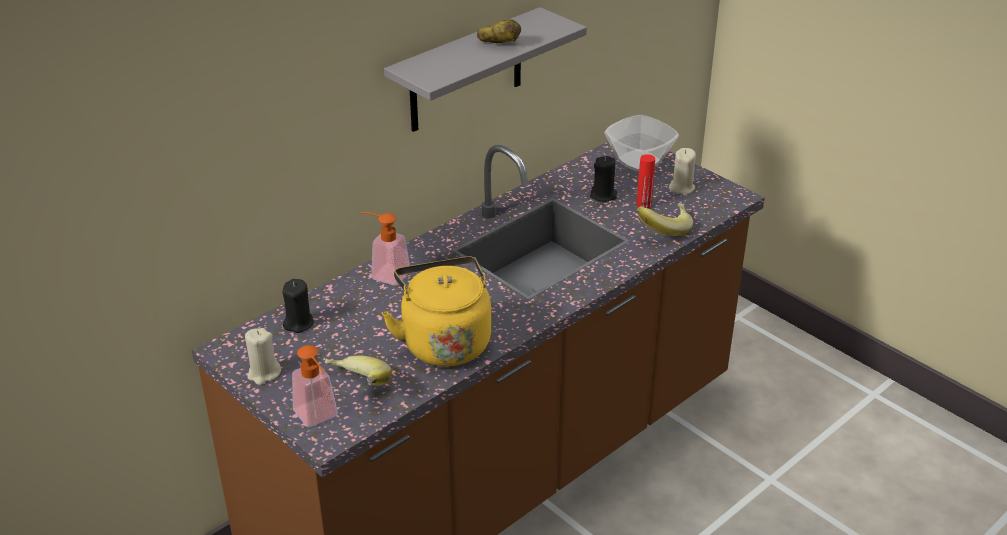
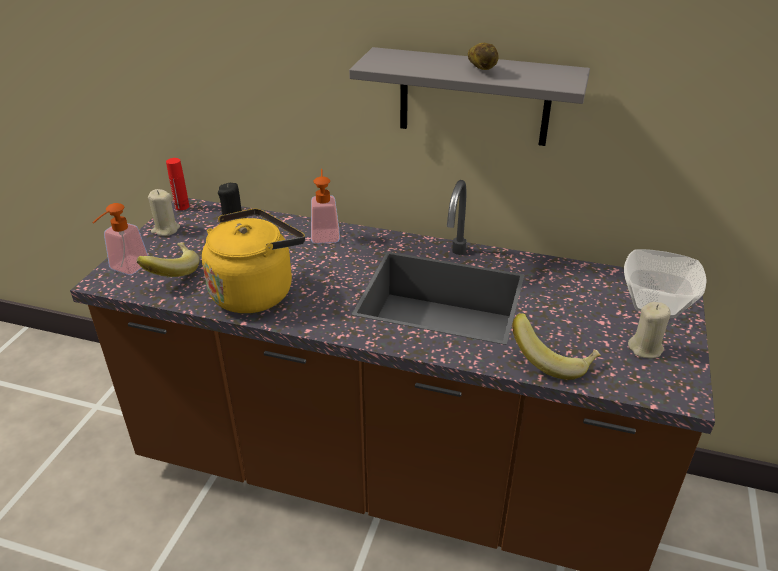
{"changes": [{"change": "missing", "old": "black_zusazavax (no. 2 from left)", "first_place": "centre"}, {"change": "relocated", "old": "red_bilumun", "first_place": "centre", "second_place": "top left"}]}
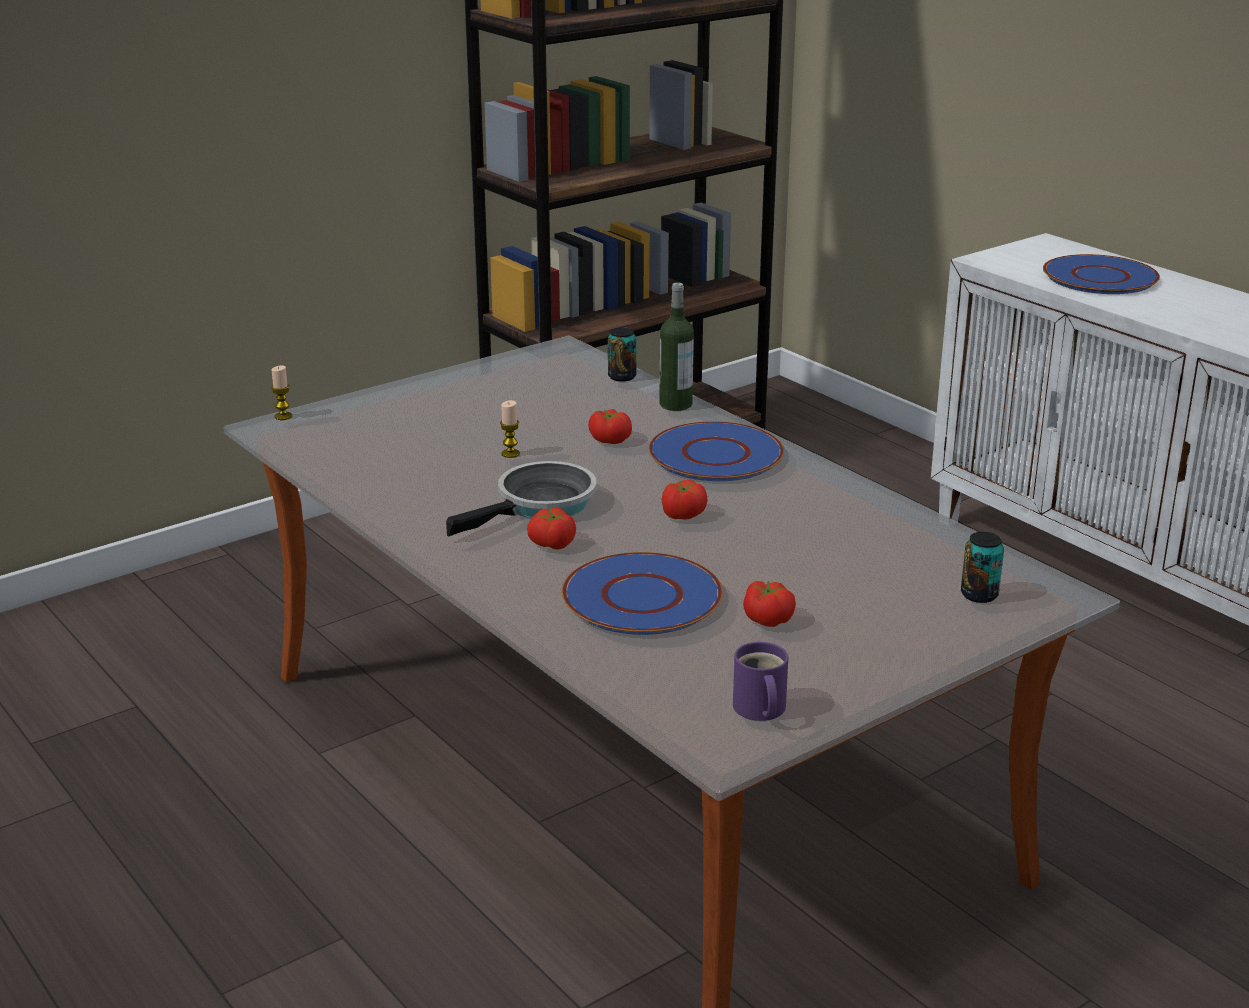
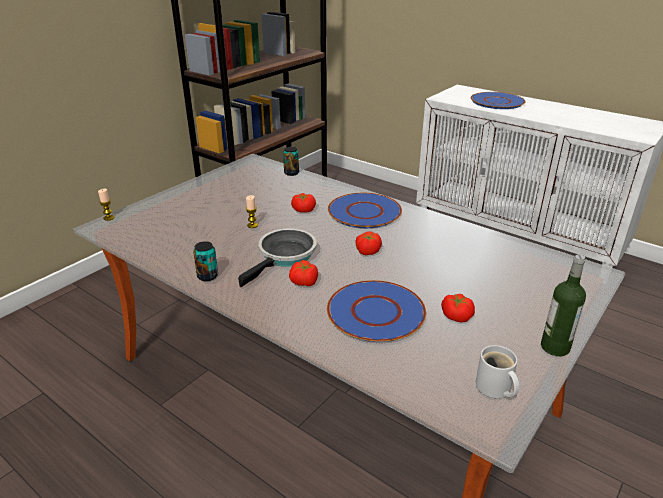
{"changes": [{"change": "relocated", "old": "bilumun", "first_place": "centre", "second_place": "middle right"}, {"change": "relocated", "old": "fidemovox (no. 2 from left in the first image)", "new": "fidemovox (no. 1 from left)", "first_place": "middle right", "second_place": "middle left"}, {"change": "colour", "old": "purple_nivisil", "new": "white_nivisil", "first_place": "bottom centre", "second_place": "bottom right"}]}
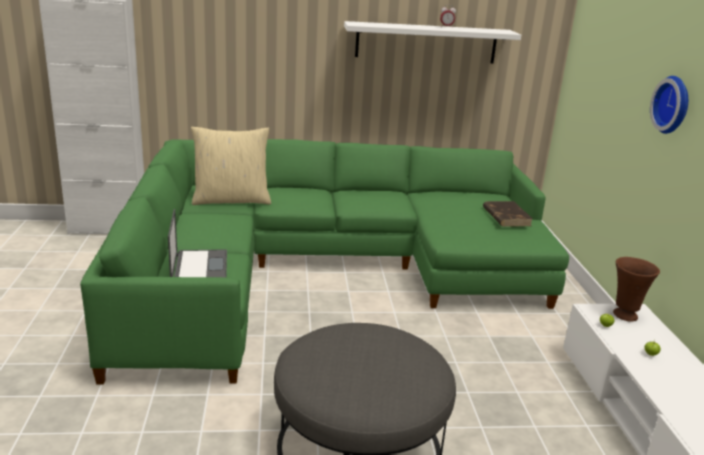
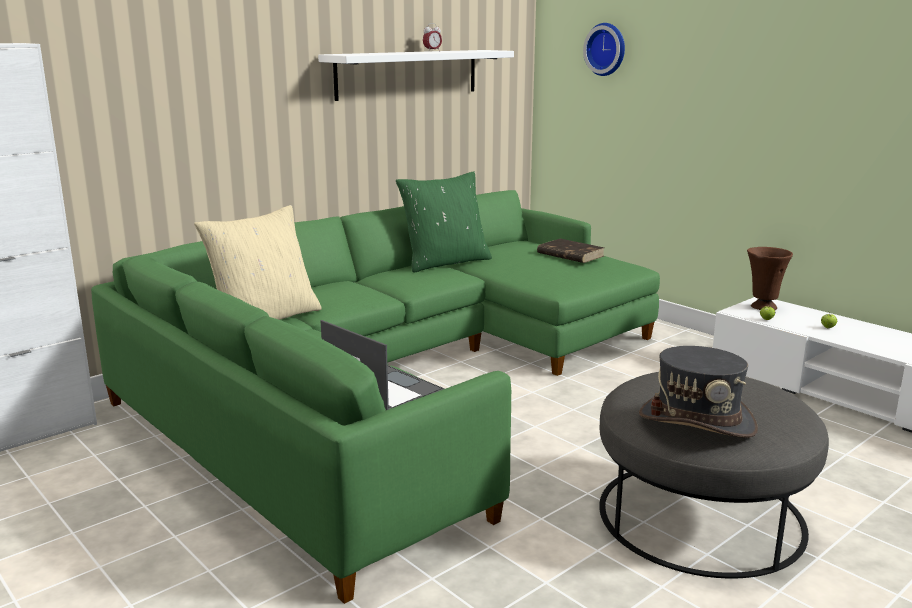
{"changes": [{"change": "appeared", "new": "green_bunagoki", "second_place": "centre"}, {"change": "appeared", "new": "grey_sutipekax", "second_place": "middle right"}, {"change": "relocated", "old": "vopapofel", "first_place": "top right", "second_place": "top centre"}]}
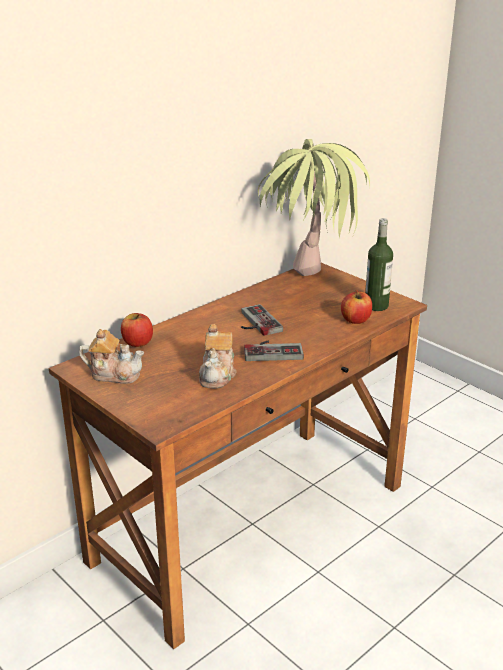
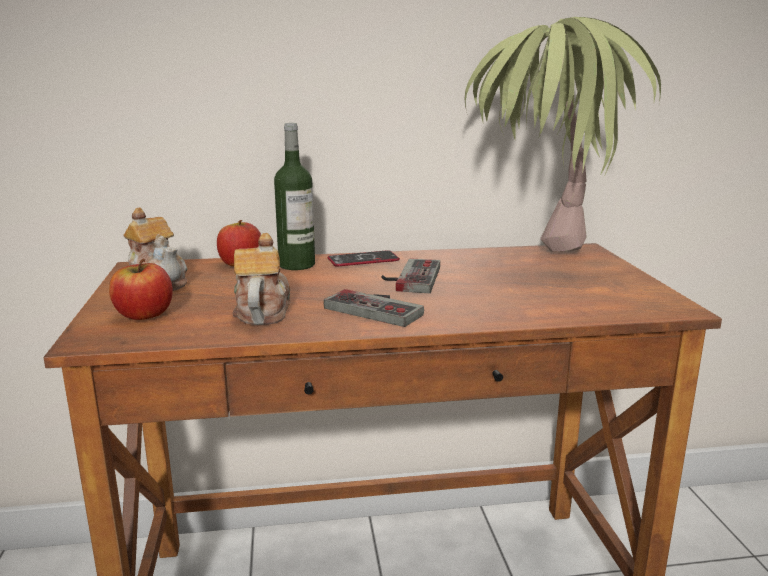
{"changes": [{"change": "appeared", "new": "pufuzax", "second_place": "centre"}, {"change": "relocated", "old": "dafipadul (no. 2 from left in the first image)", "new": "dafipadul (no. 1 from left)", "first_place": "middle right", "second_place": "middle left"}, {"change": "relocated", "old": "bilumun", "first_place": "middle right", "second_place": "centre"}, {"change": "spun", "old": "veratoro (no. 2 from left)", "first_place": "centre", "second_place": "centre", "degrees": 135}]}
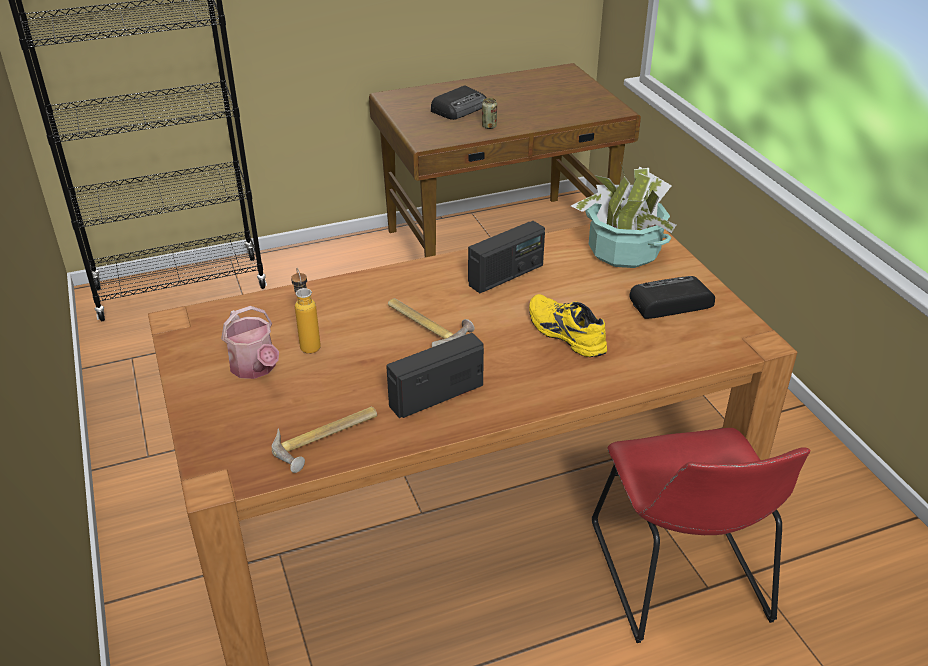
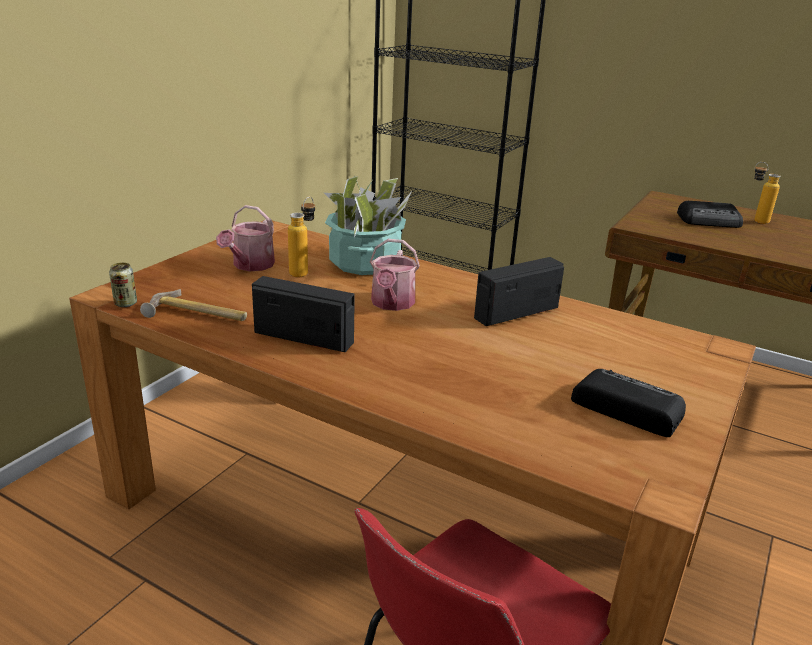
{"changes": [{"change": "missing", "old": "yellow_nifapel", "first_place": "centre"}, {"change": "appeared", "new": "bilumun (no. 2 from left)", "second_place": "top right"}, {"change": "relocated", "old": "fidemovox", "first_place": "top centre", "second_place": "middle left"}, {"change": "relocated", "old": "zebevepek", "first_place": "top right", "second_place": "centre"}, {"change": "exchanged", "old": "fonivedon (no. 2 from left)", "new": "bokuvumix (no. 2 from left)", "first_place": "centre", "second_place": "centre"}, {"change": "spun", "old": "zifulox (no. 3 from left in the first image)", "first_place": "centre", "second_place": "centre", "degrees": 135}]}
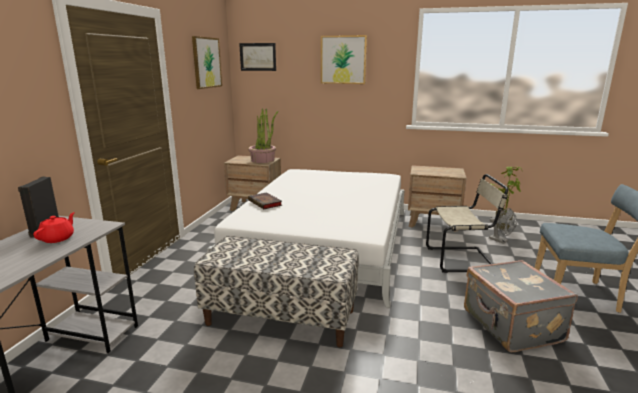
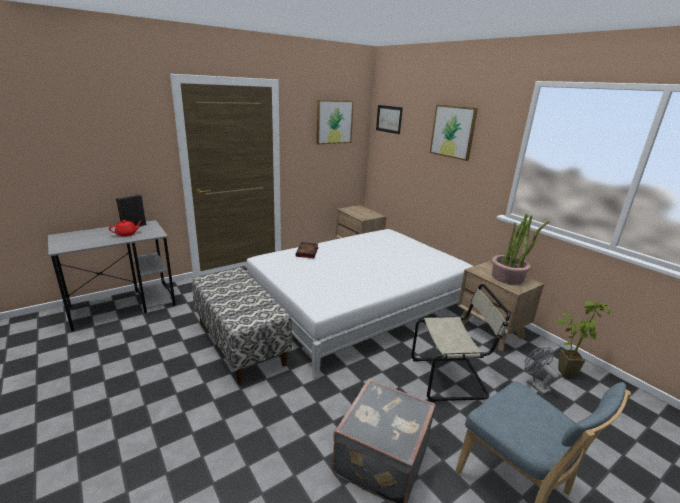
{"changes": [{"change": "relocated", "old": "zebevepek (no. 1 from left)", "first_place": "centre", "second_place": "middle right"}, {"change": "spun", "old": "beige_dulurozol", "first_place": "middle right", "second_place": "bottom right", "degrees": -45}, {"change": "spun", "old": "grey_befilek", "first_place": "middle right", "second_place": "bottom right", "degrees": 150}]}
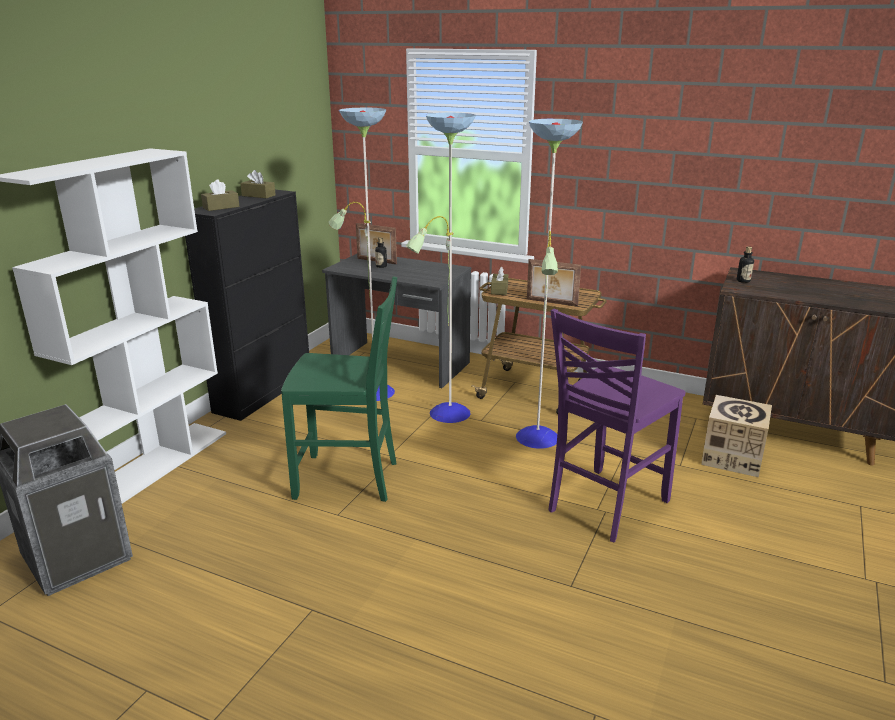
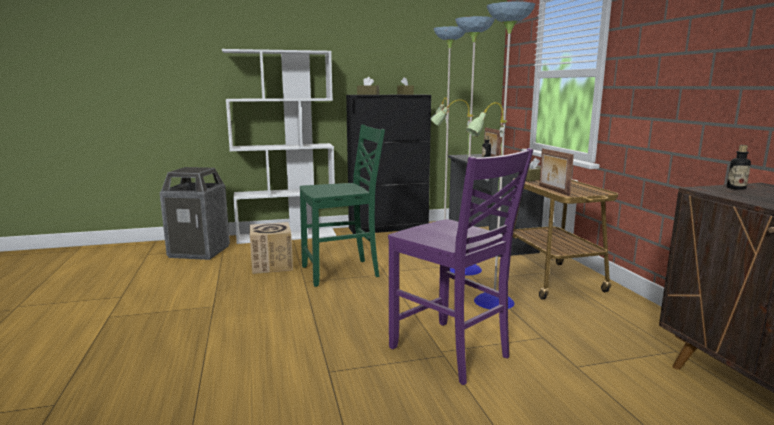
{"changes": [{"change": "relocated", "old": "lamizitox", "first_place": "middle right", "second_place": "centre"}, {"change": "spun", "old": "green_dulurozol", "first_place": "centre", "second_place": "centre", "degrees": -75}, {"change": "spun", "old": "purple_dulurozol", "first_place": "middle right", "second_place": "centre", "degrees": -135}]}
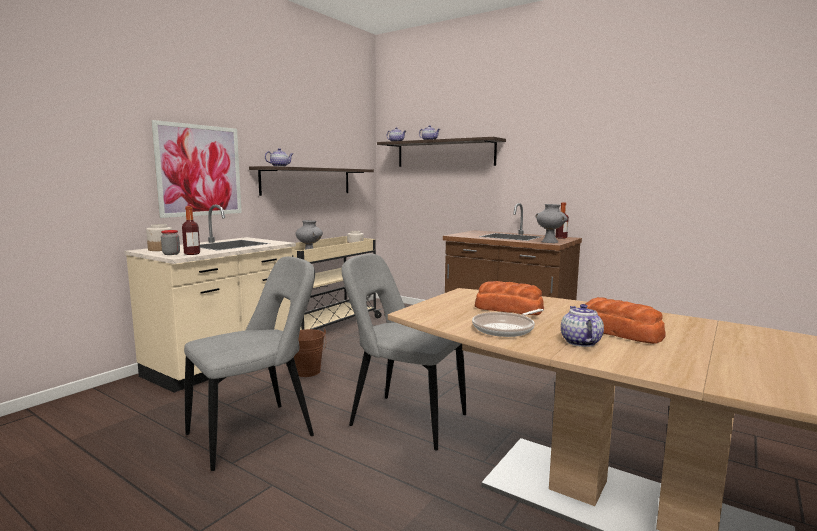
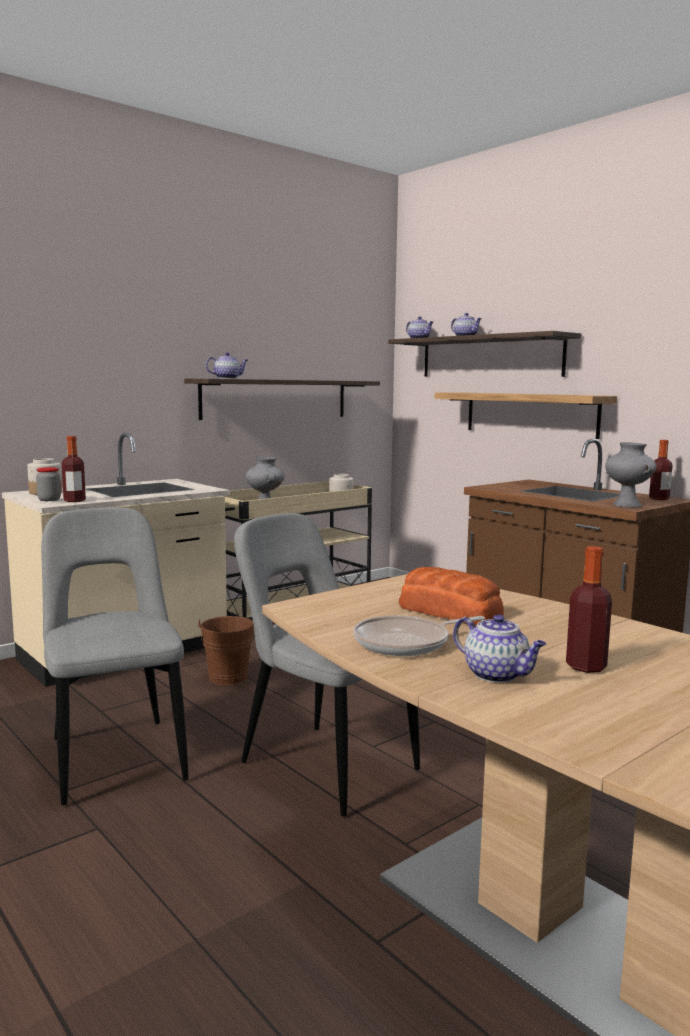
{"changes": [{"change": "missing", "old": "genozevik", "first_place": "top left"}, {"change": "appeared", "new": "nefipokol (no. 3 from left)", "second_place": "middle right"}, {"change": "exchanged", "old": "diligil (no. 2 from left)", "new": "bilumun (no. 2 from left)", "first_place": "middle right", "second_place": "middle right"}, {"change": "spun", "old": "grey_dulurozol (no. 1 from left)", "first_place": "bottom left", "second_place": "middle left", "degrees": -90}, {"change": "spun", "old": "veratoro (no. 4 from left)", "first_place": "middle right", "second_place": "middle right", "degrees": 120}]}
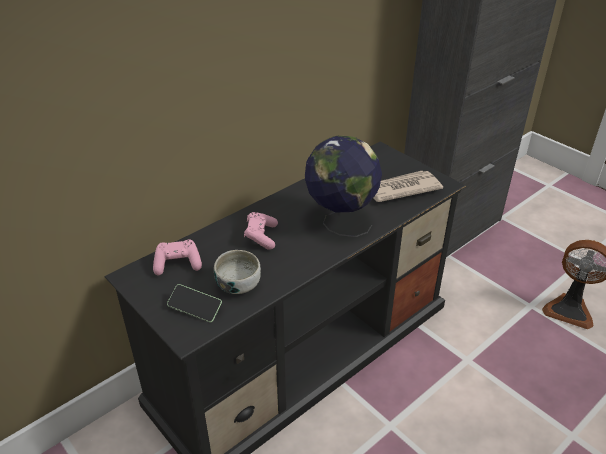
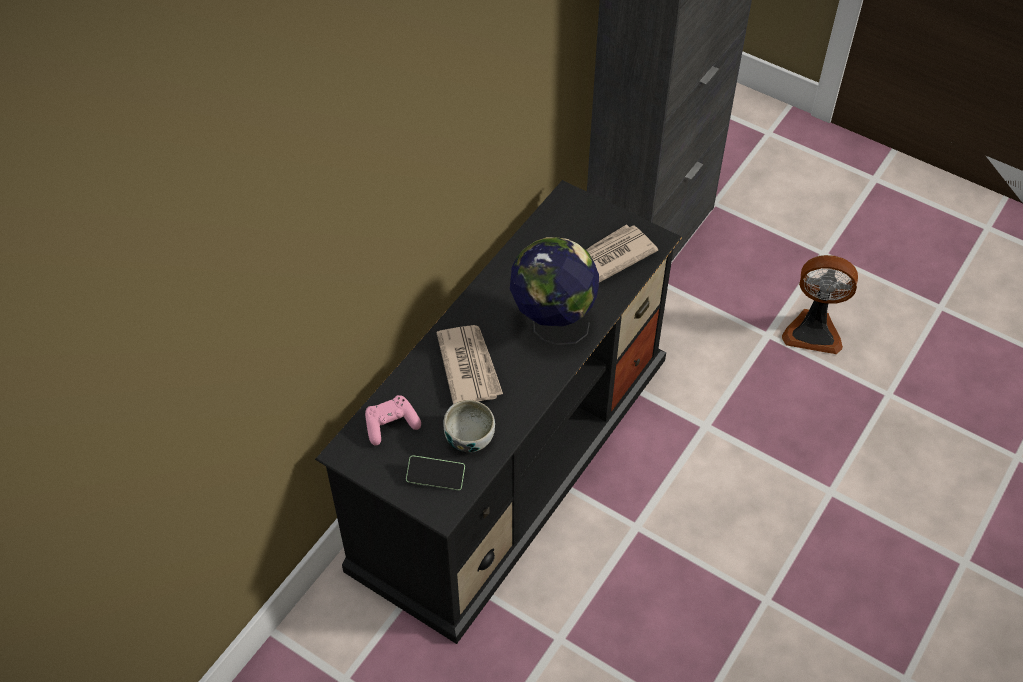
{"changes": [{"change": "exchanged", "old": "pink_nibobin (no. 2 from left)", "new": "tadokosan (no. 1 from left)", "first_place": "centre", "second_place": "centre"}]}
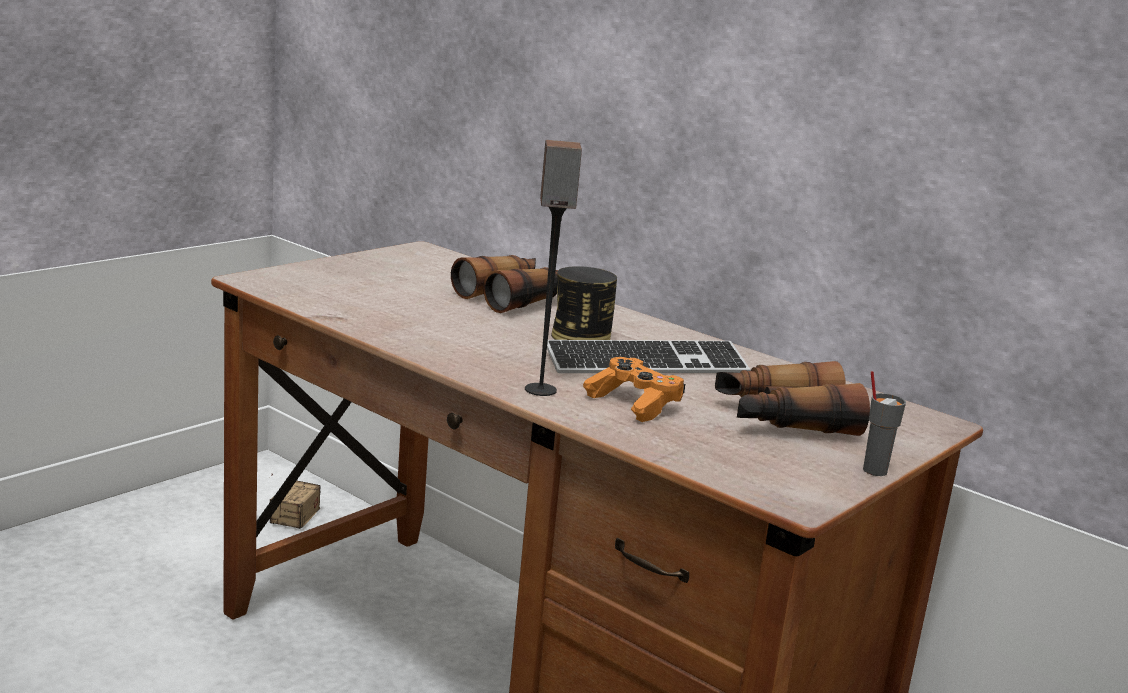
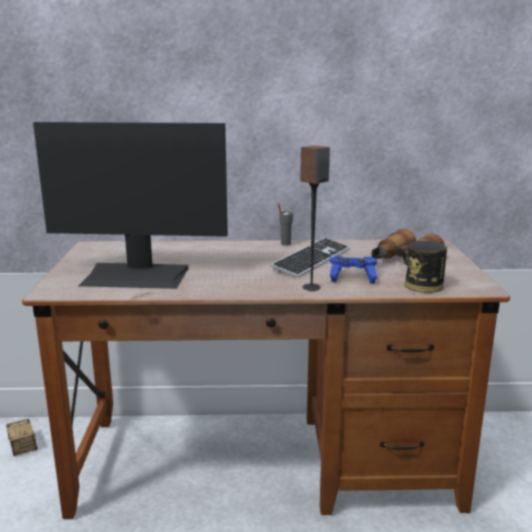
{"changes": [{"change": "missing", "old": "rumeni (no. 1 from left)", "first_place": "centre"}, {"change": "appeared", "new": "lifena", "second_place": "middle left"}, {"change": "relocated", "old": "fidemovox", "first_place": "centre", "second_place": "middle right"}, {"change": "relocated", "old": "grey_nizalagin", "first_place": "middle right", "second_place": "centre"}, {"change": "colour", "old": "orange_nibobin", "new": "blue_nibobin", "first_place": "centre", "second_place": "centre"}]}
